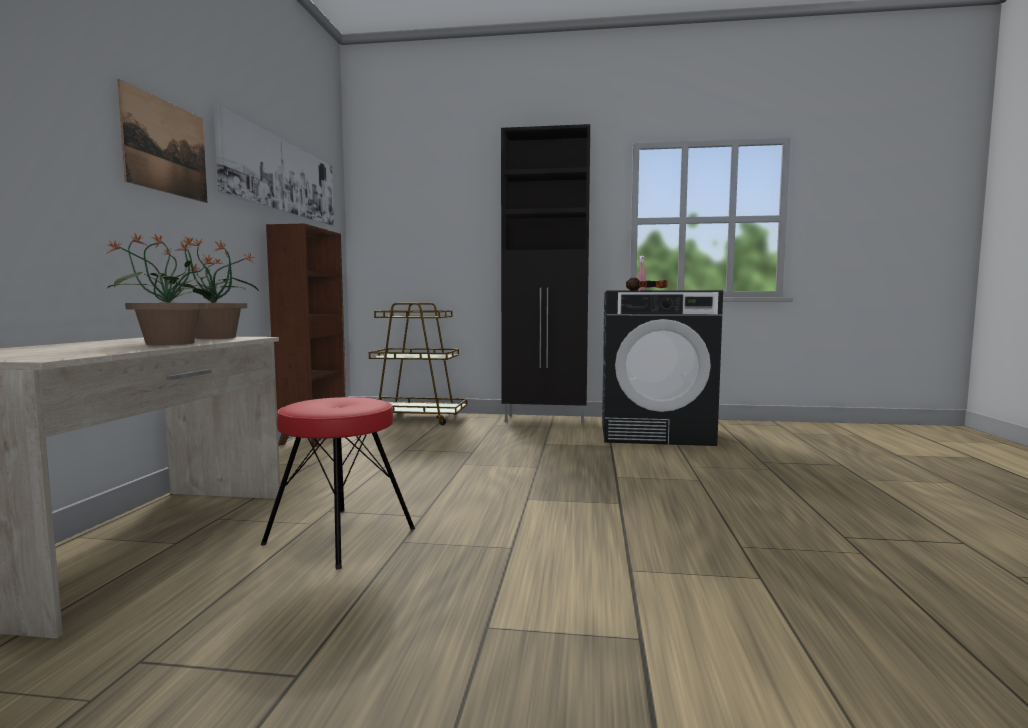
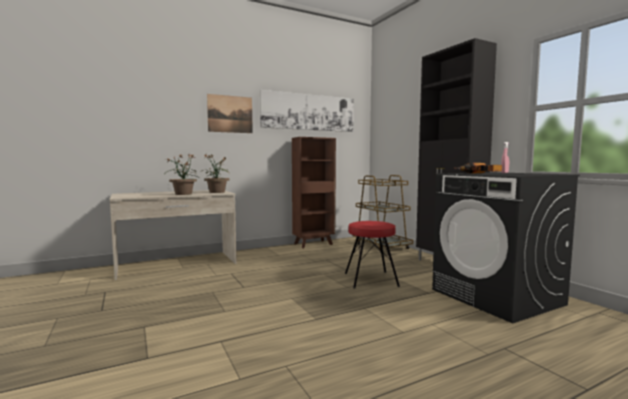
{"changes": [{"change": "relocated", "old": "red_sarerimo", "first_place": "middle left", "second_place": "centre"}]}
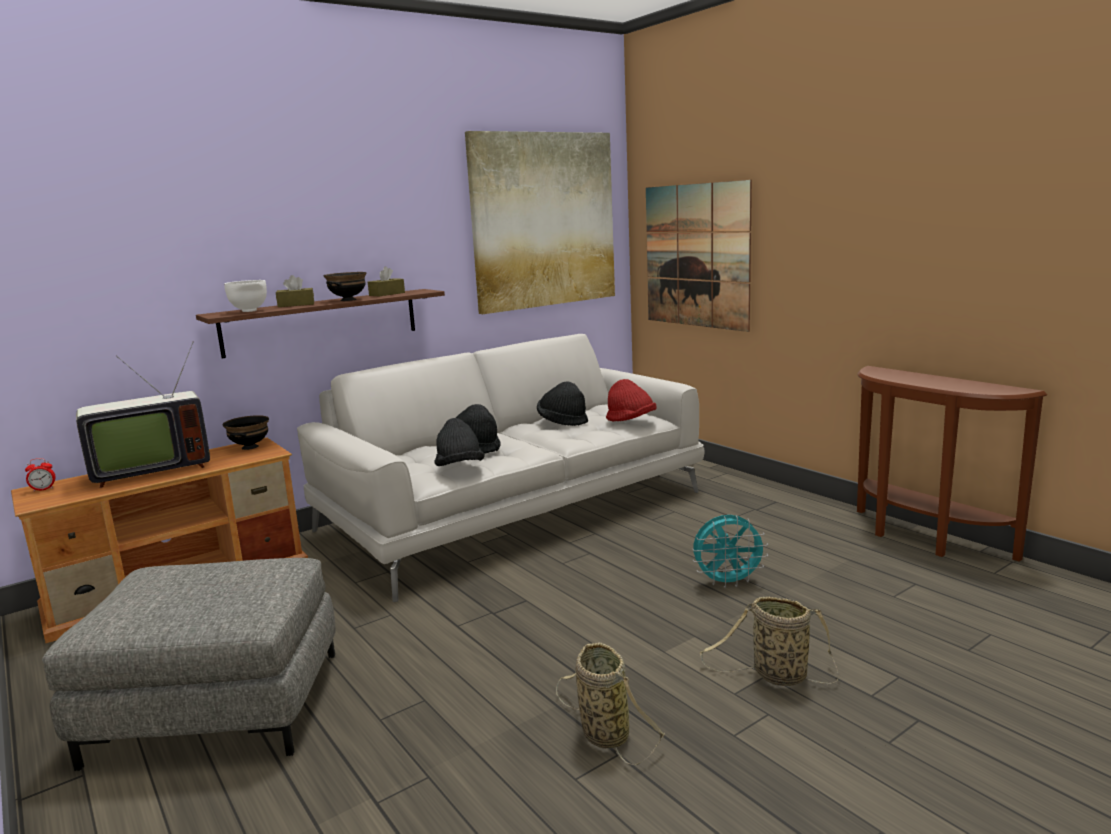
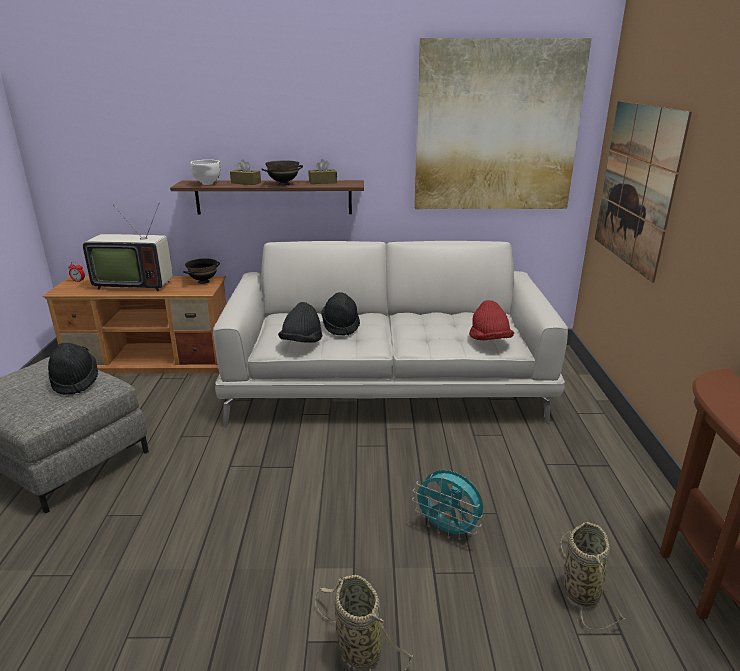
{"changes": [{"change": "relocated", "old": "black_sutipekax (no. 3 from left in the first image)", "new": "black_sutipekax (no. 1 from left)", "first_place": "centre", "second_place": "middle left"}, {"change": "relocated", "old": "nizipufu (no. 1 from left in the first image)", "new": "nizipufu (no. 2 from left)", "first_place": "bottom centre", "second_place": "bottom right"}]}
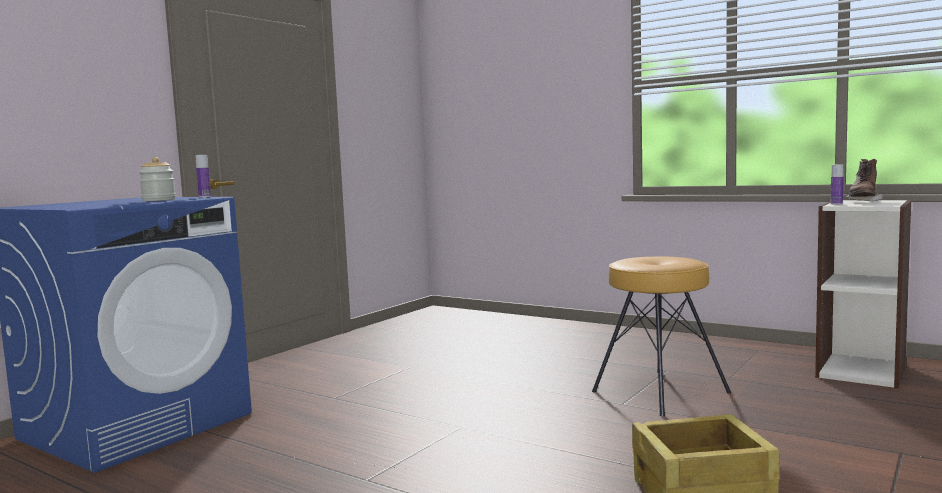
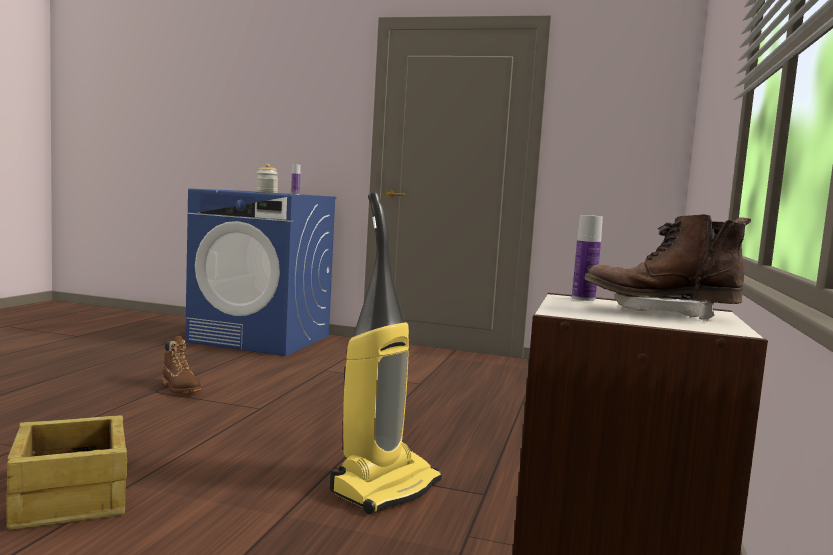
{"changes": [{"change": "appeared", "new": "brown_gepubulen (no. 1 from left)", "second_place": "middle left"}, {"change": "exchanged", "old": "brown_sarerimo", "new": "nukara", "first_place": "bottom right", "second_place": "centre"}]}
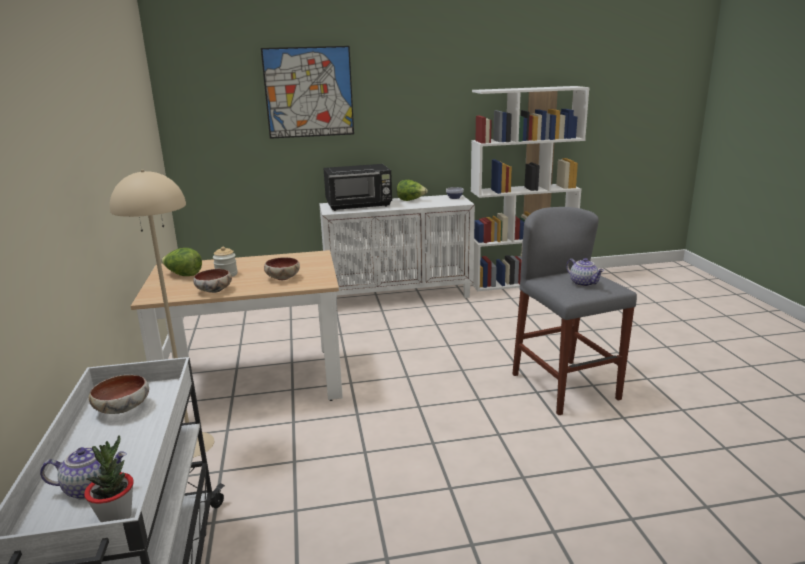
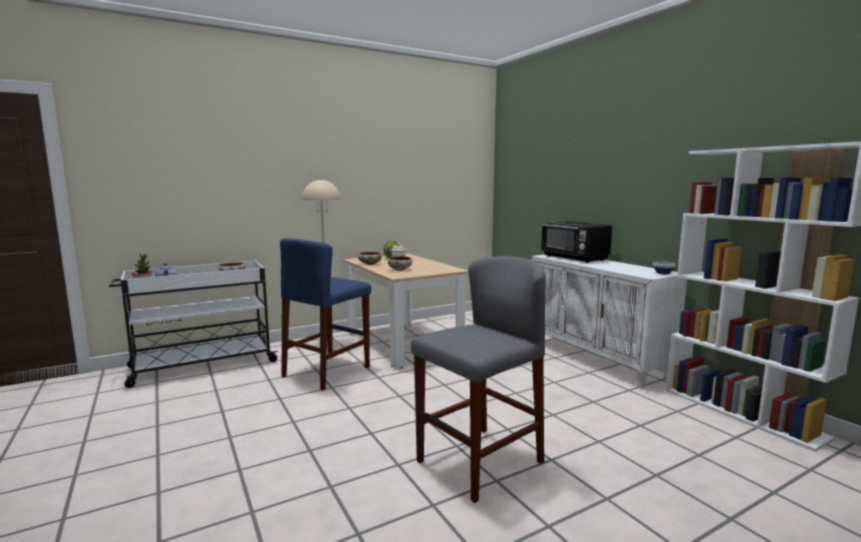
{"changes": [{"change": "missing", "old": "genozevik", "first_place": "top centre"}, {"change": "missing", "old": "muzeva (no. 2 from left)", "first_place": "centre"}, {"change": "missing", "old": "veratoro (no. 2 from left)", "first_place": "middle right"}, {"change": "appeared", "new": "blue_sarerimo", "second_place": "centre"}]}
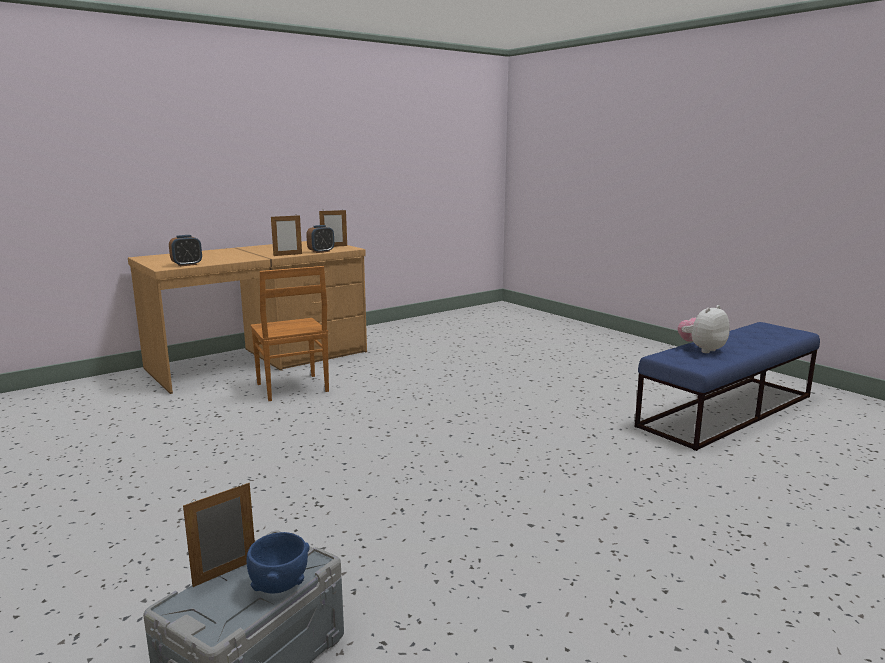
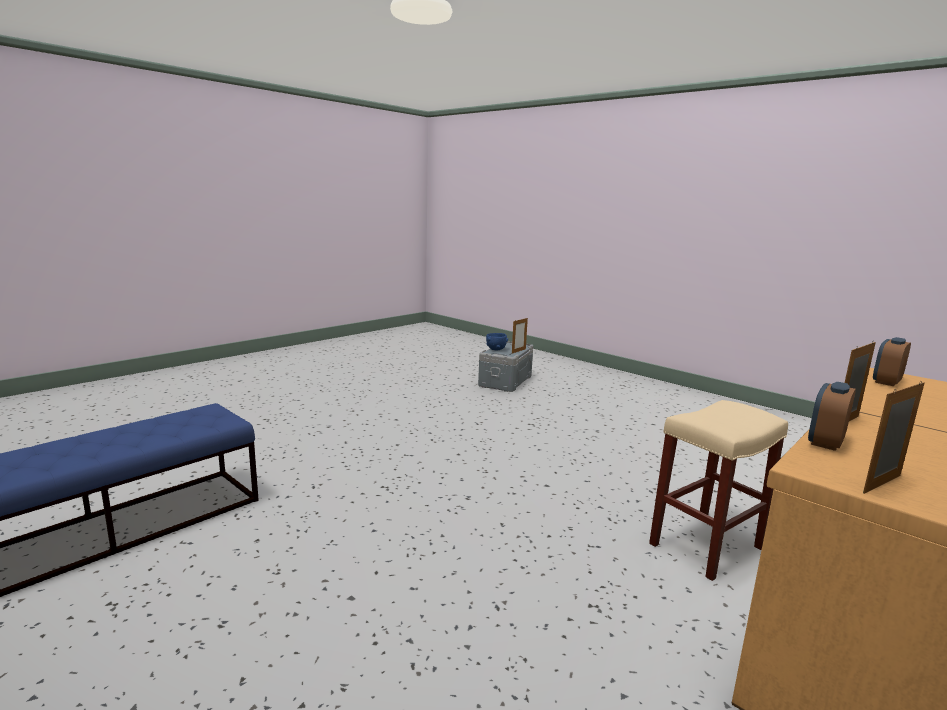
{"changes": [{"change": "missing", "old": "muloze", "first_place": "middle right"}, {"change": "exchanged", "old": "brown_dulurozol", "new": "beige_sarerimo", "first_place": "middle left", "second_place": "bottom right"}]}
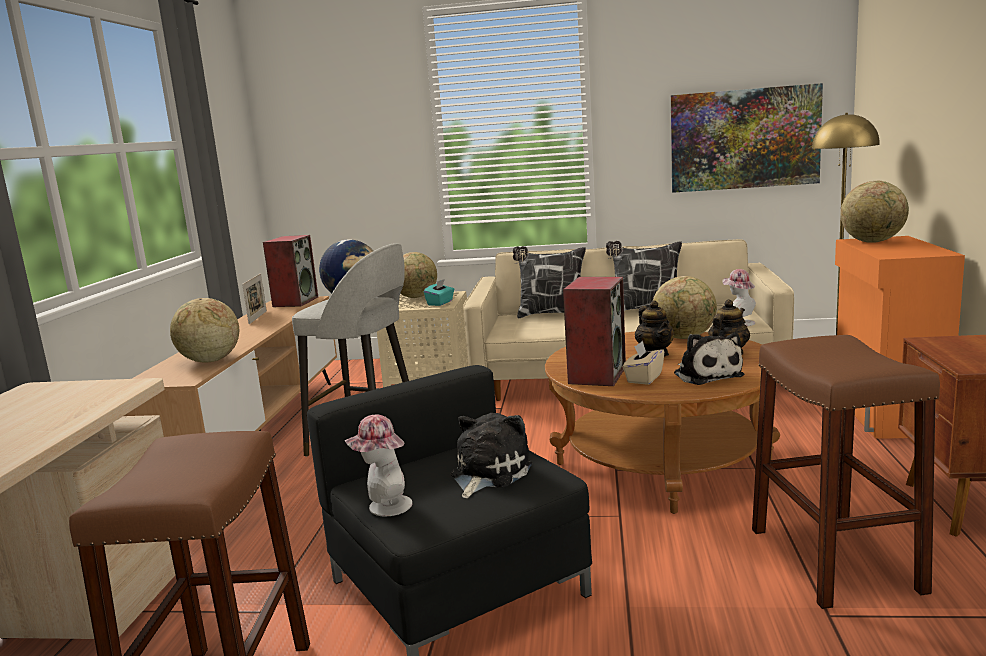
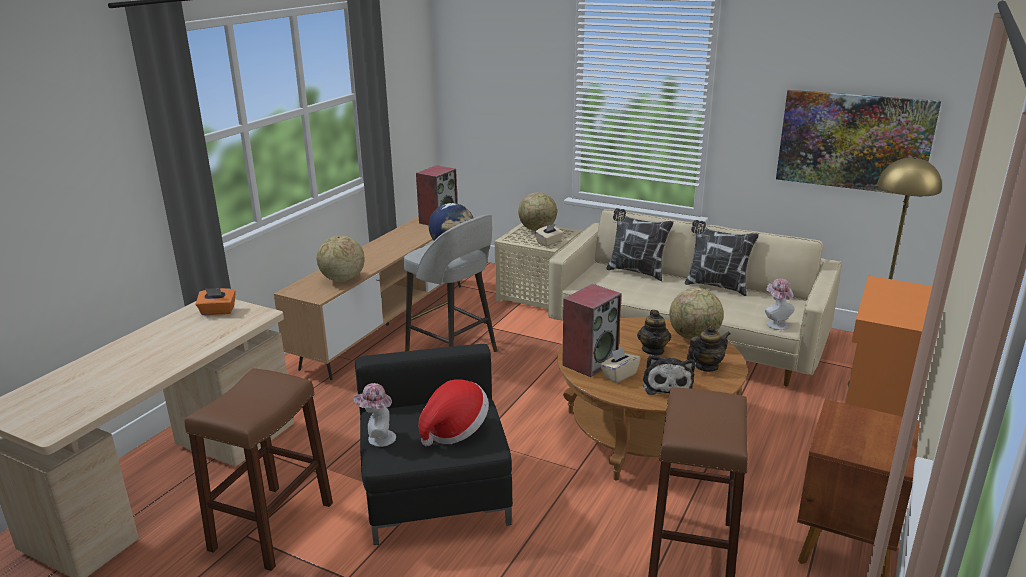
{"changes": [{"change": "missing", "old": "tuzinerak", "first_place": "middle left"}, {"change": "missing", "old": "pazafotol (no. 5 from left)", "first_place": "top right"}, {"change": "appeared", "new": "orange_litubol", "second_place": "middle left"}, {"change": "exchanged", "old": "muloze (no. 1 from left)", "new": "sutipekax (no. 2 from left)", "first_place": "bottom centre", "second_place": "bottom centre"}, {"change": "colour", "old": "turquoise_litubol", "new": "beige_litubol (no. 1 from left)", "first_place": "centre", "second_place": "centre"}]}
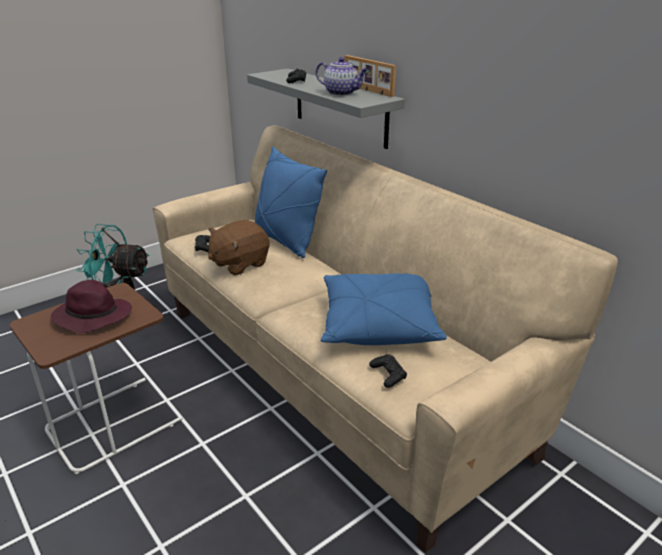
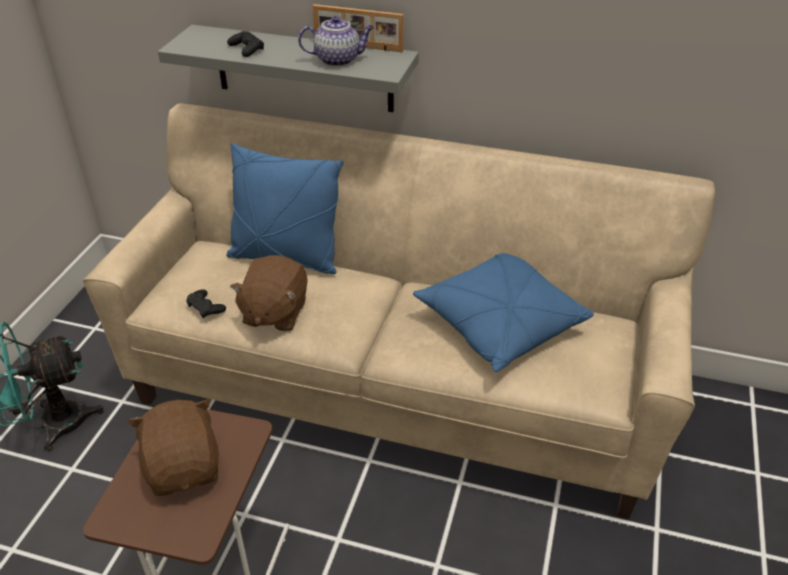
{"changes": [{"change": "missing", "old": "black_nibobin (no. 3 from left)", "first_place": "bottom centre"}, {"change": "exchanged", "old": "purple_sutipekax", "new": "brown_muloze (no. 1 from left)", "first_place": "middle left", "second_place": "bottom left"}]}
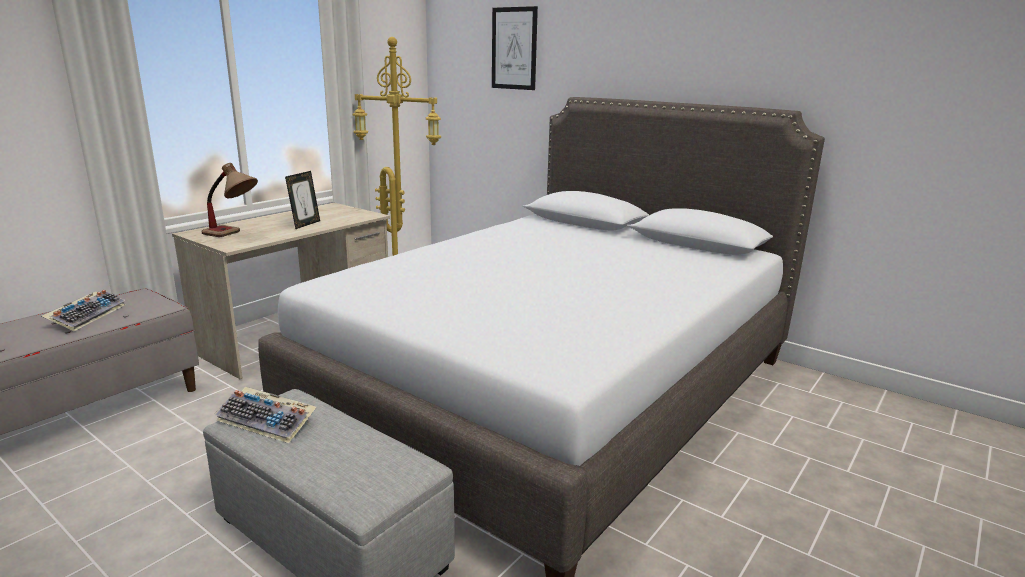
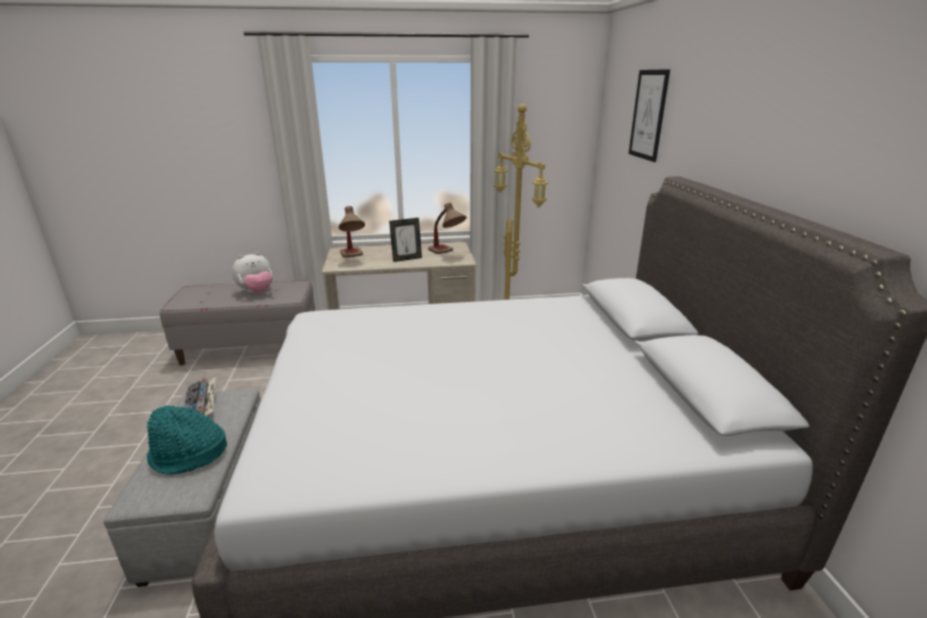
{"changes": [{"change": "appeared", "new": "turquoise_sutipekax", "second_place": "bottom left"}, {"change": "appeared", "new": "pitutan (no. 2 from left)", "second_place": "centre"}, {"change": "exchanged", "old": "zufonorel (no. 1 from left)", "new": "muloze", "first_place": "middle left", "second_place": "middle left"}]}
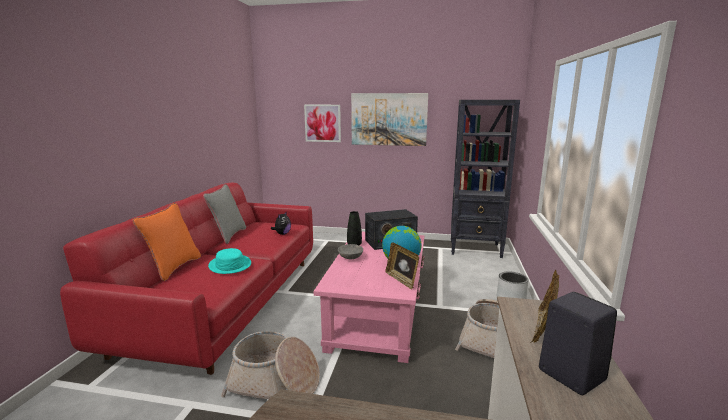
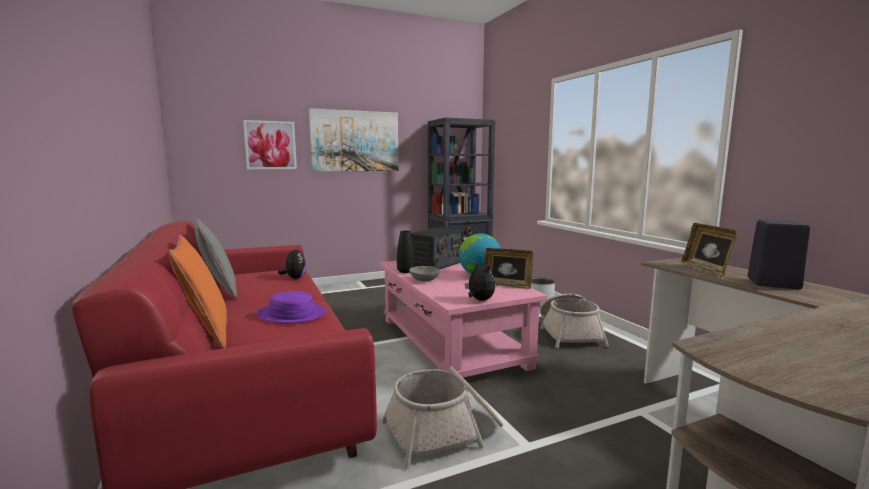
{"changes": [{"change": "appeared", "new": "muloze (no. 2 from left)", "second_place": "centre"}, {"change": "colour", "old": "turquoise_sutipekax", "new": "purple_sutipekax", "first_place": "middle left", "second_place": "centre"}]}
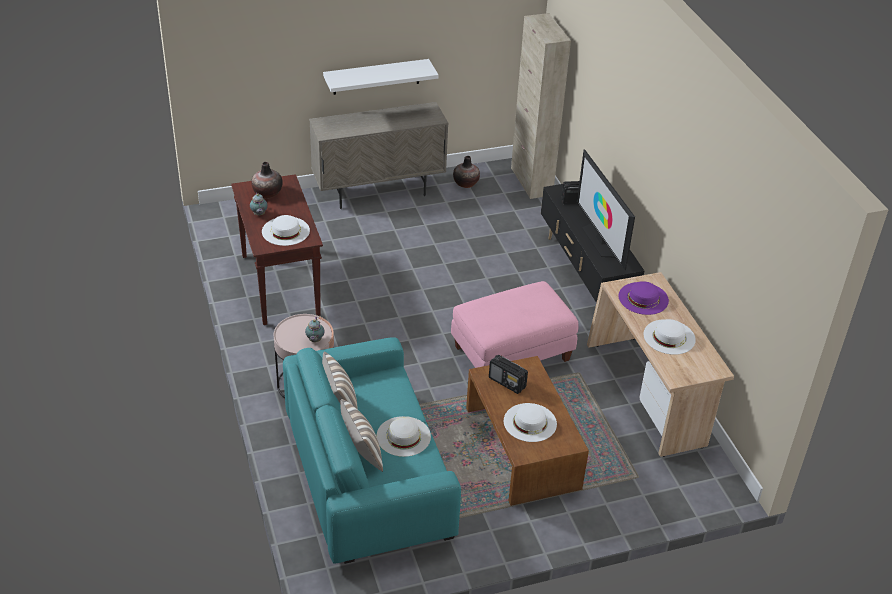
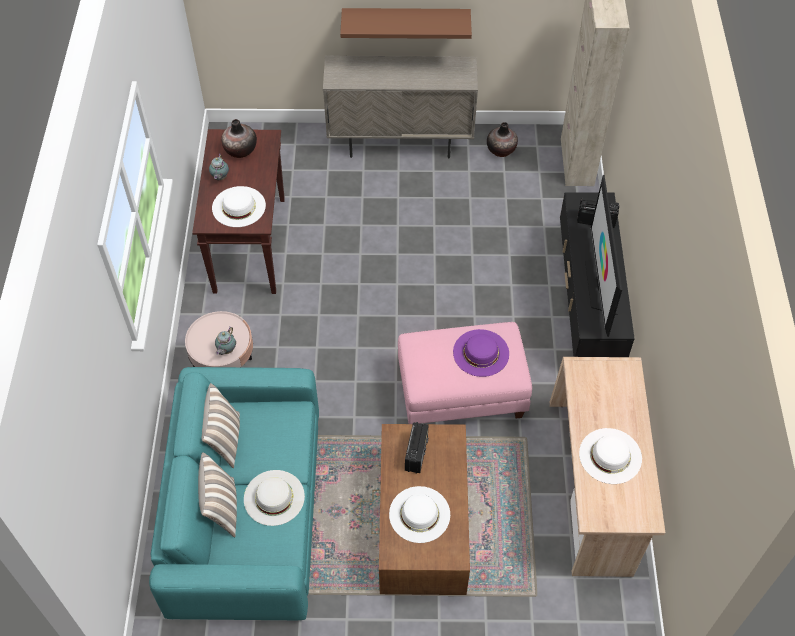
{"changes": [{"change": "relocated", "old": "purple_sutipekax", "first_place": "middle right", "second_place": "centre"}, {"change": "colour", "old": "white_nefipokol", "new": "brown_nefipokol", "first_place": "top centre", "second_place": "top centre"}, {"change": "spun", "old": "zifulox (no. 1 from left)", "first_place": "centre", "second_place": "bottom centre", "degrees": -135}]}
